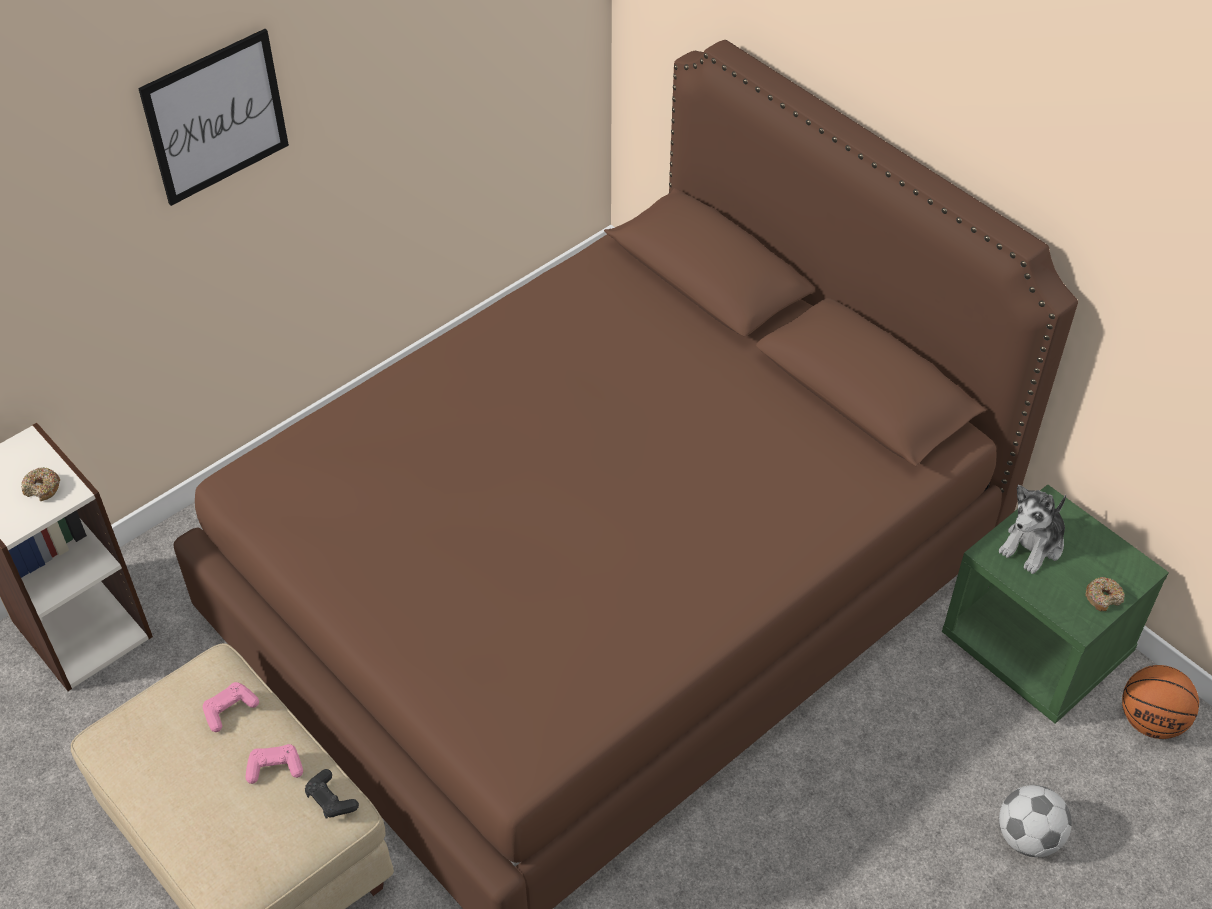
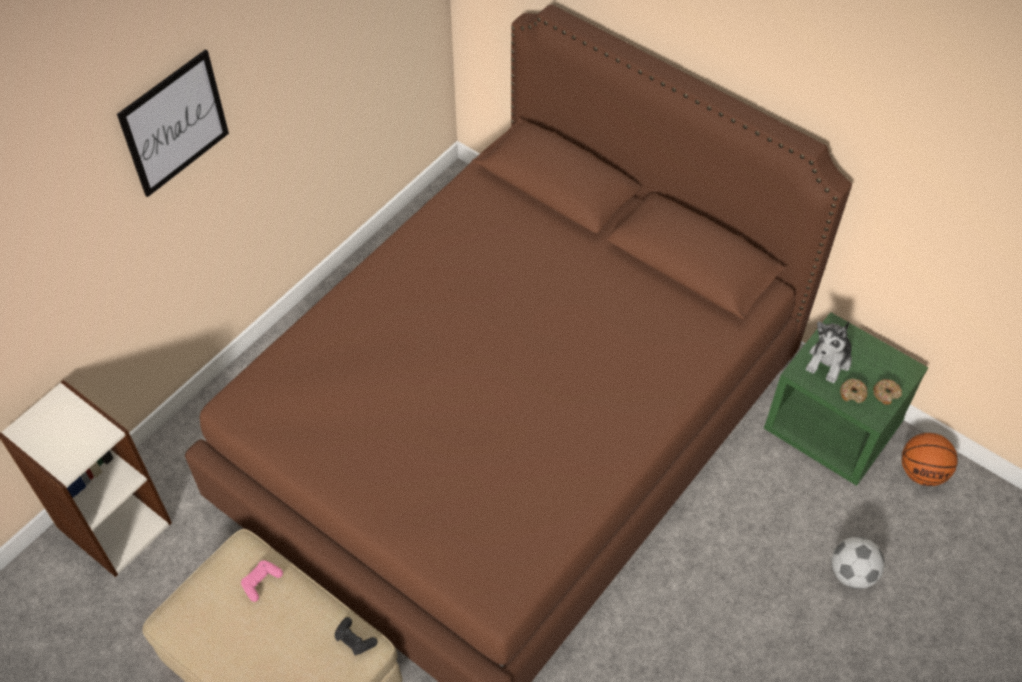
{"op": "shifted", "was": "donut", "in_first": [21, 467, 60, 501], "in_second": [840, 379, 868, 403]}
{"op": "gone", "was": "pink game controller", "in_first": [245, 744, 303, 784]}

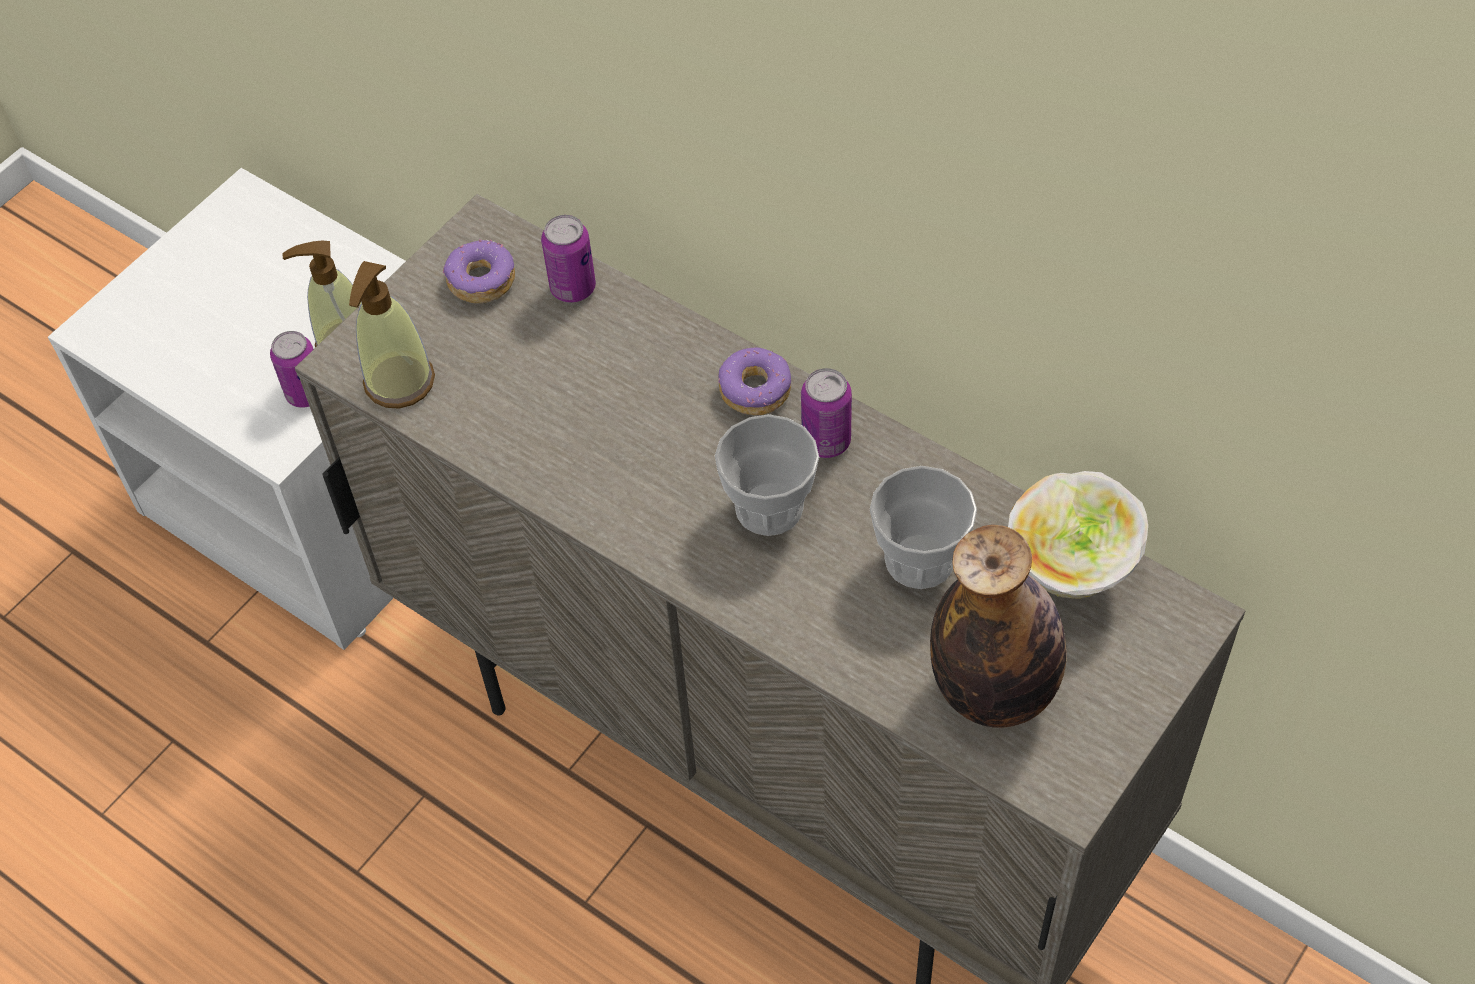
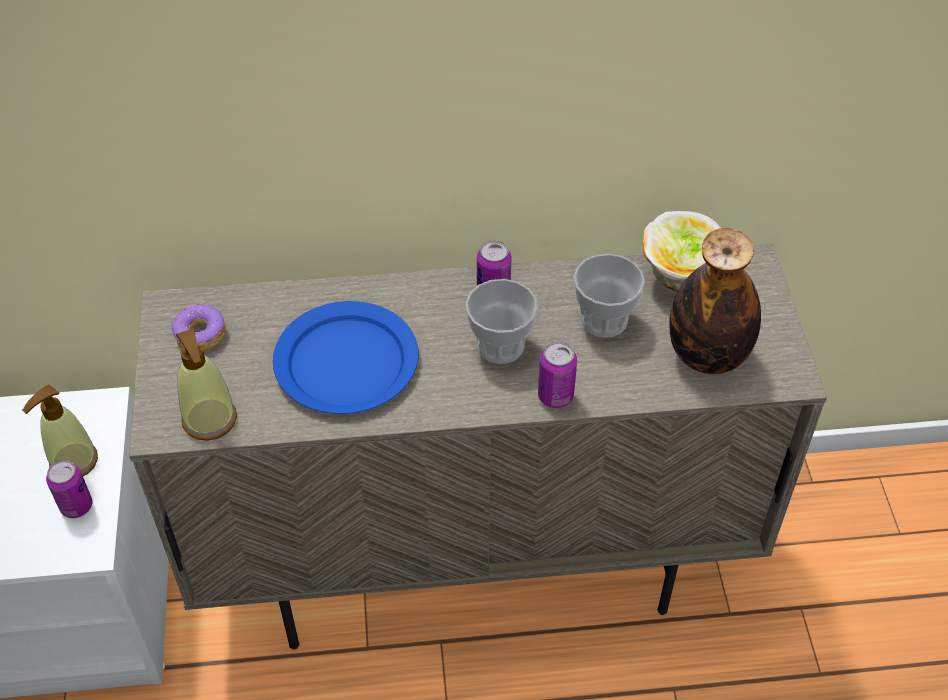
{"op": "shifted", "was": "can", "in_first": [541, 215, 596, 303], "in_second": [538, 342, 577, 408]}
{"op": "gone", "was": "donut", "in_first": [718, 347, 791, 415]}
{"op": "new", "now": "blue plate", "in_second": [273, 301, 419, 414]}

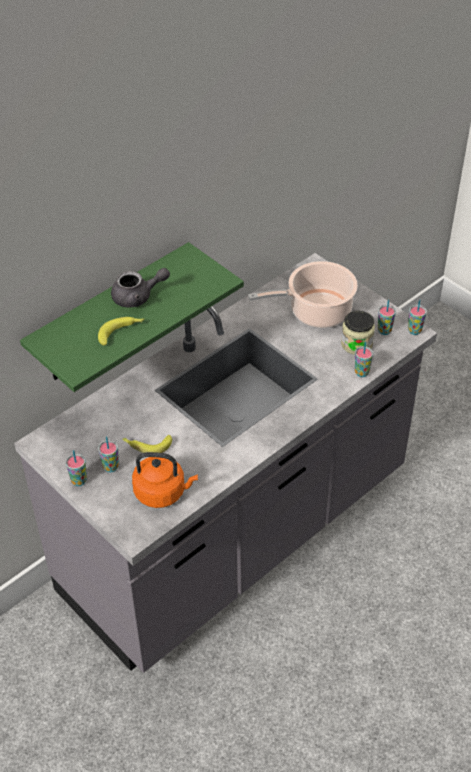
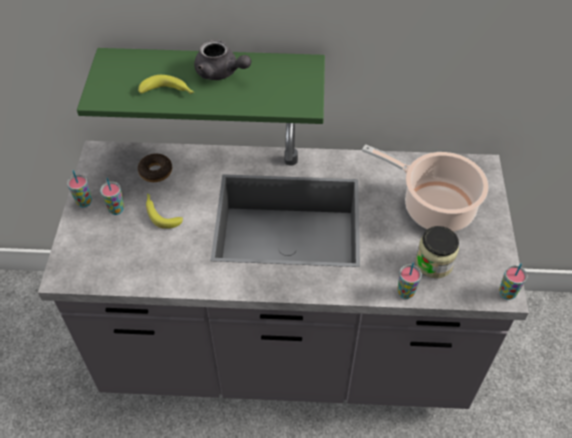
{"op": "gone", "was": "cup", "in_first": [378, 300, 396, 335]}
{"op": "gone", "was": "orange kettle", "in_first": [132, 452, 198, 508]}
{"op": "new", "now": "donut", "in_second": [138, 154, 172, 182]}

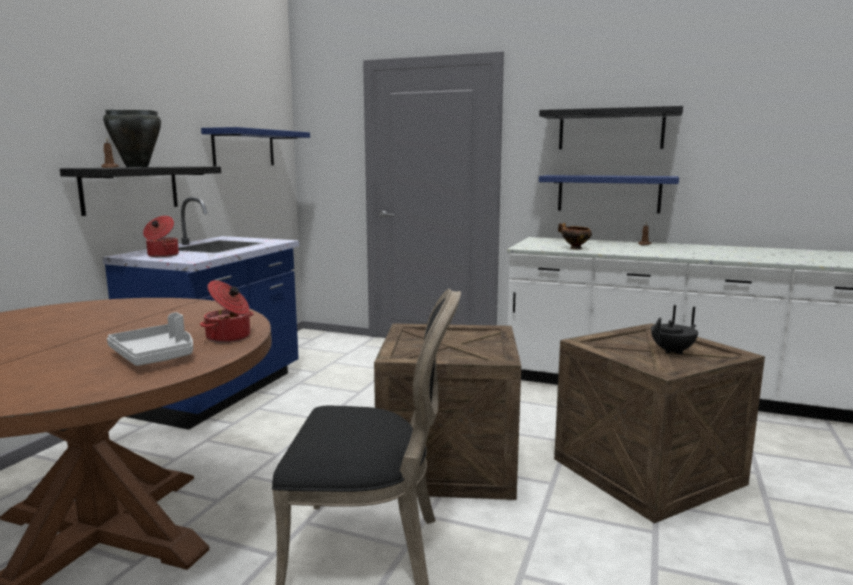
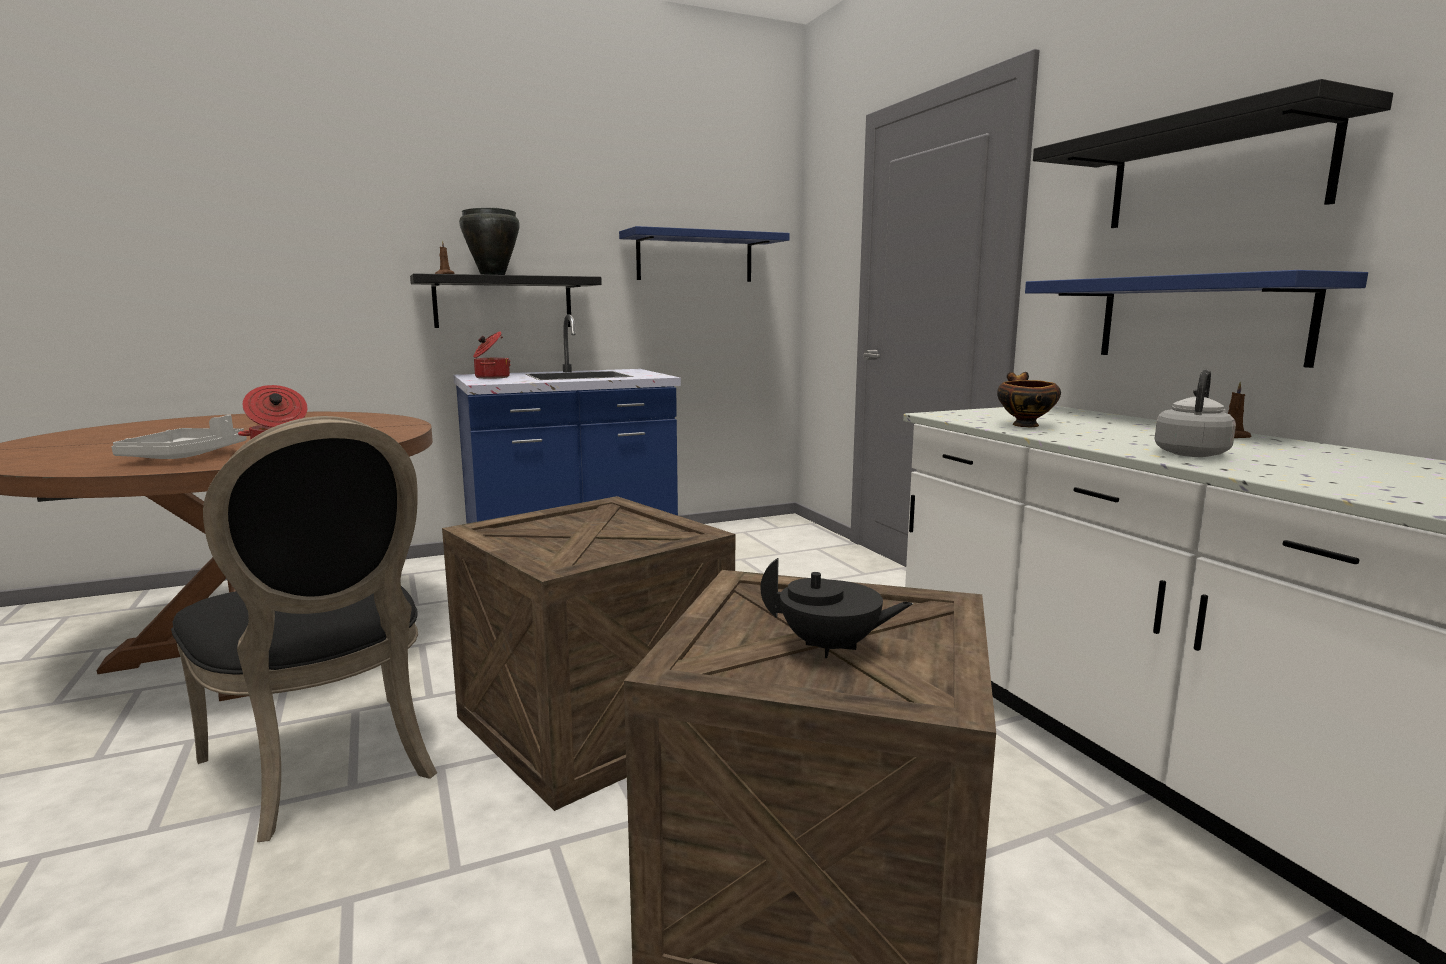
{"op": "new", "now": "grey kettle", "in_second": [1155, 370, 1236, 457]}

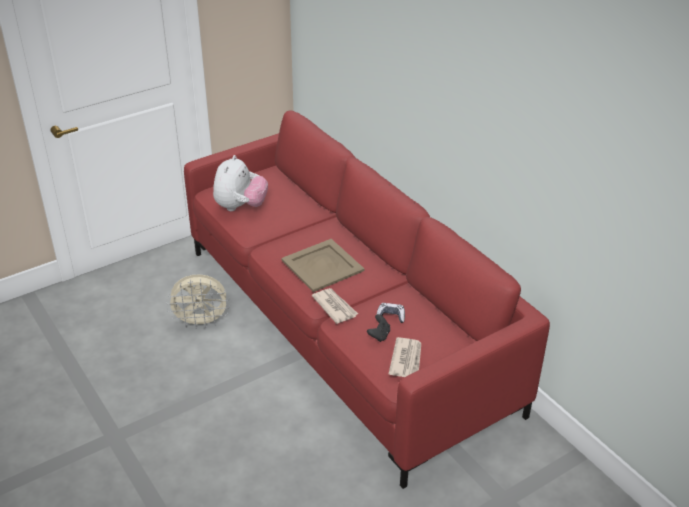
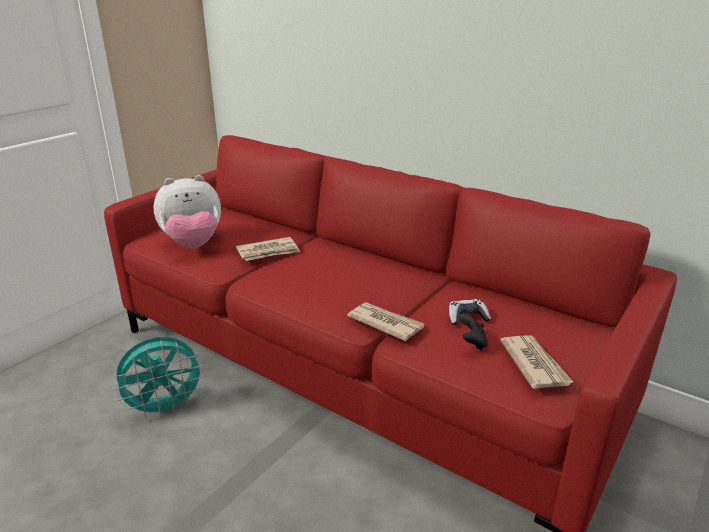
{"op": "rotated", "was": "plush toy", "in_first": [213, 155, 268, 211], "in_second": [153, 175, 221, 248], "clockwise": 75}
{"op": "gone", "was": "beige tray", "in_first": [281, 239, 364, 292]}
{"op": "repainted", "was": "beige fan", "now": "turquoise fan", "in_first": [166, 274, 230, 329], "in_second": [112, 337, 206, 418]}
{"op": "new", "now": "newspaper", "in_second": [236, 237, 300, 261]}

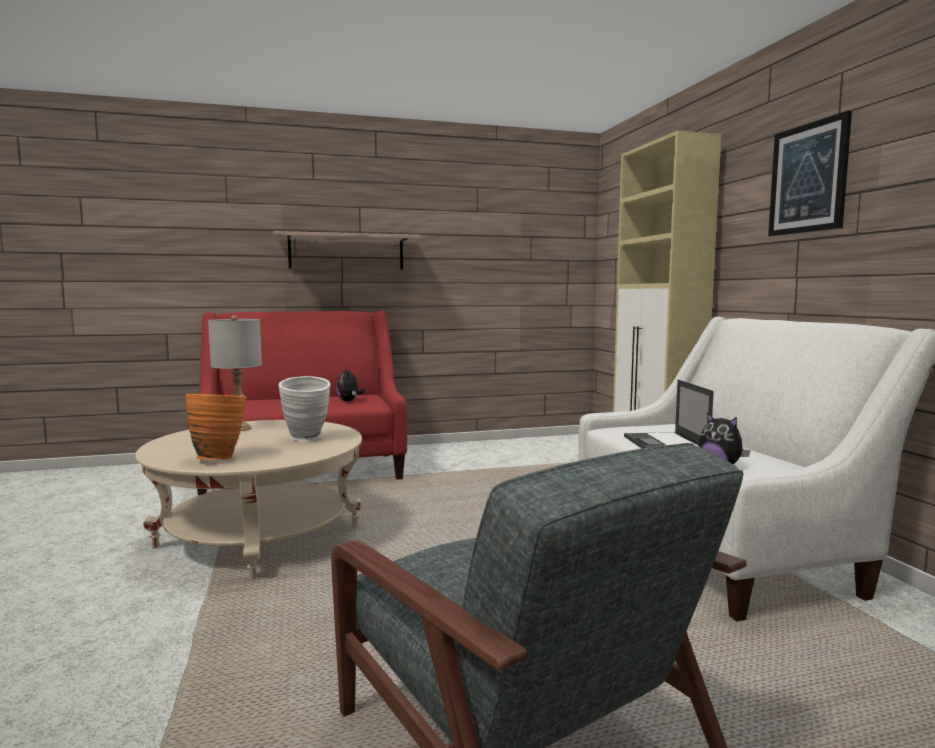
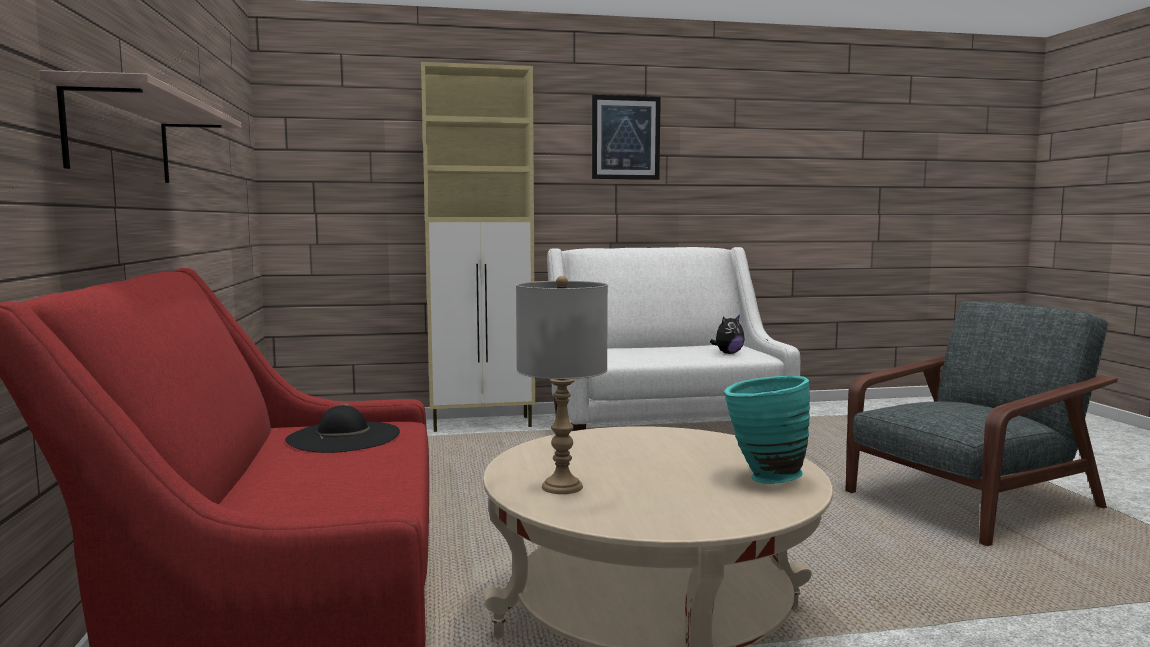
{"op": "swapped", "was": "plush toy", "now": "black hat", "in_first": [336, 367, 365, 401], "in_second": [285, 405, 400, 453]}
{"op": "gone", "was": "white vase", "in_first": [279, 376, 331, 442]}
{"op": "gone", "was": "laptop", "in_first": [624, 380, 714, 448]}
{"op": "repainted", "was": "orange vase", "now": "turquoise vase", "in_first": [186, 394, 246, 460], "in_second": [724, 376, 810, 484]}

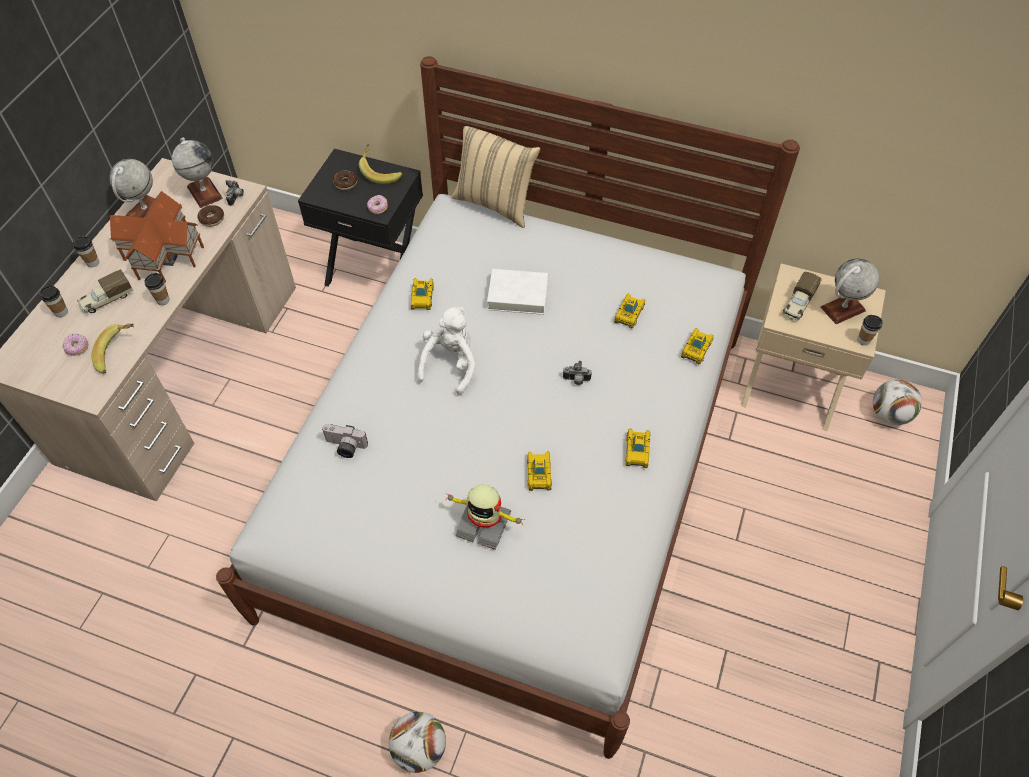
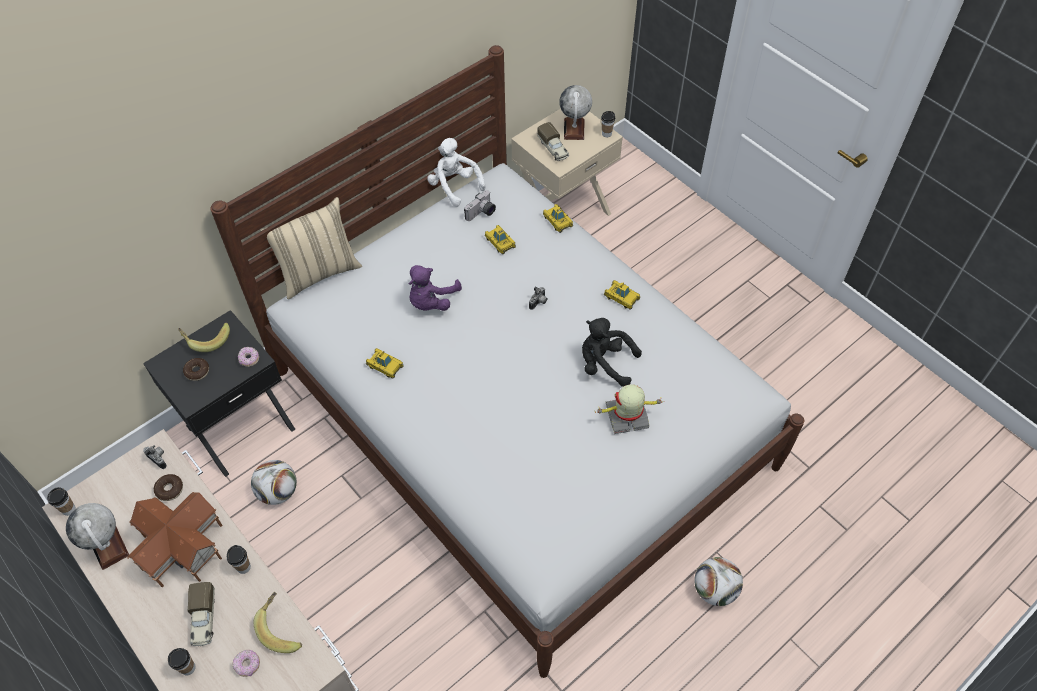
{"op": "gone", "was": "globe", "in_first": [172, 137, 223, 208]}
{"op": "shifted", "was": "cup", "in_first": [72, 236, 99, 268], "in_second": [47, 487, 76, 516]}
{"op": "swapped", "was": "white book", "now": "purple plush toy", "in_first": [487, 269, 548, 315], "in_second": [409, 265, 462, 311]}
{"op": "shifted", "was": "white plush toy", "in_first": [417, 307, 476, 396], "in_second": [427, 138, 485, 207]}
{"op": "shifted", "was": "football", "in_first": [873, 380, 922, 425], "in_second": [251, 460, 297, 505]}
{"op": "shifted", "was": "photo camera", "in_first": [321, 424, 368, 458], "in_second": [464, 190, 496, 221]}
{"op": "swapped", "was": "toy car", "now": "black plush toy", "in_first": [527, 451, 552, 491], "in_second": [582, 318, 642, 387]}
{"op": "rotated", "was": "toy robot", "in_first": [445, 484, 525, 550], "in_second": [595, 384, 665, 434], "clockwise": -150}

